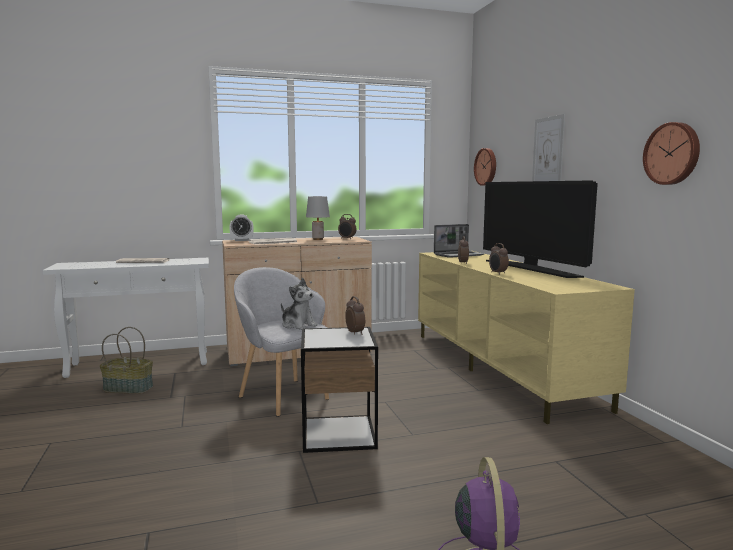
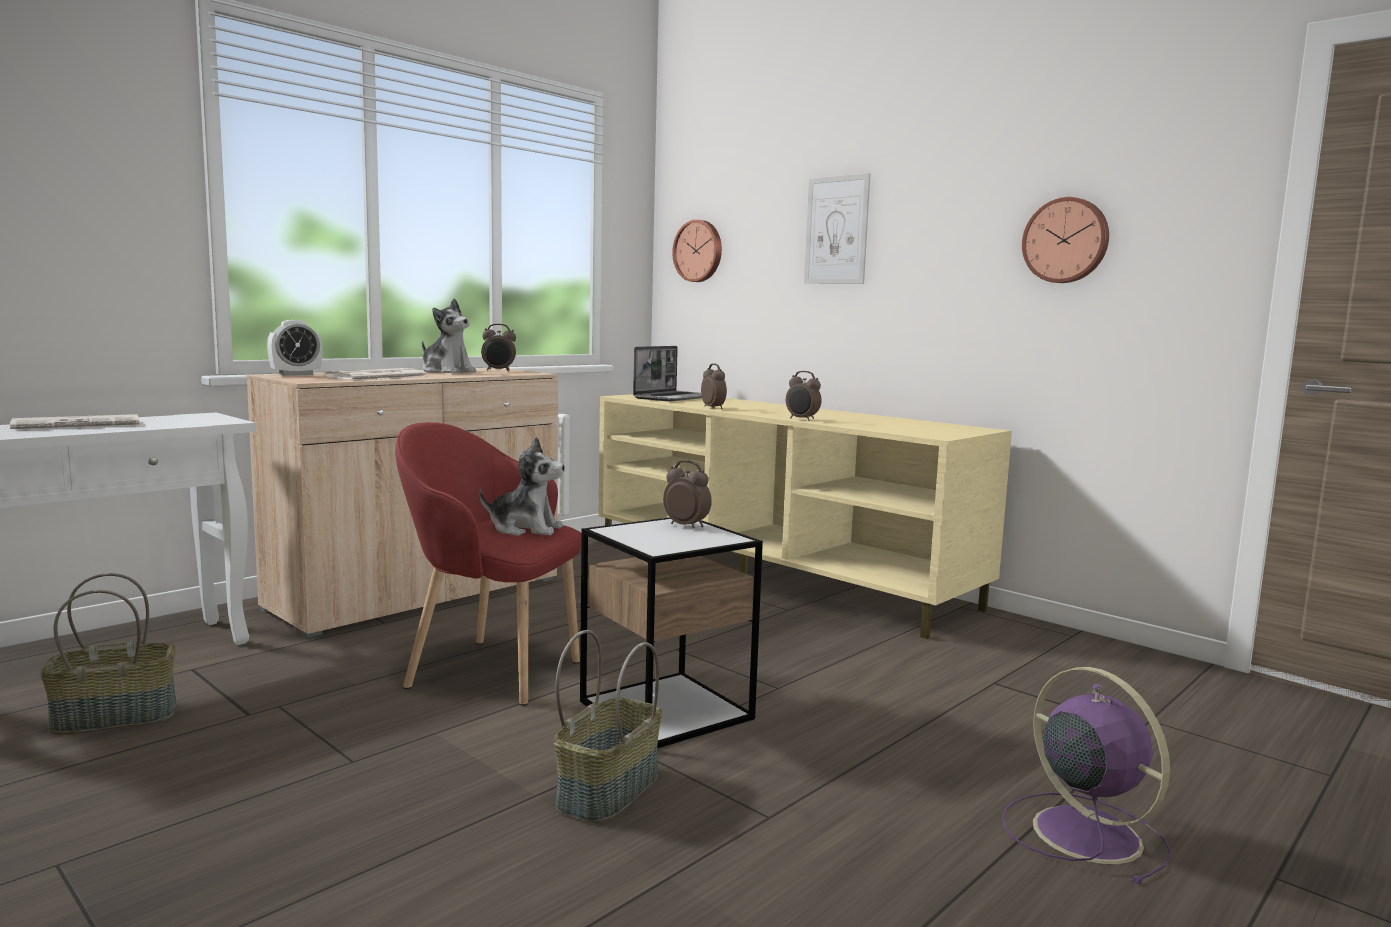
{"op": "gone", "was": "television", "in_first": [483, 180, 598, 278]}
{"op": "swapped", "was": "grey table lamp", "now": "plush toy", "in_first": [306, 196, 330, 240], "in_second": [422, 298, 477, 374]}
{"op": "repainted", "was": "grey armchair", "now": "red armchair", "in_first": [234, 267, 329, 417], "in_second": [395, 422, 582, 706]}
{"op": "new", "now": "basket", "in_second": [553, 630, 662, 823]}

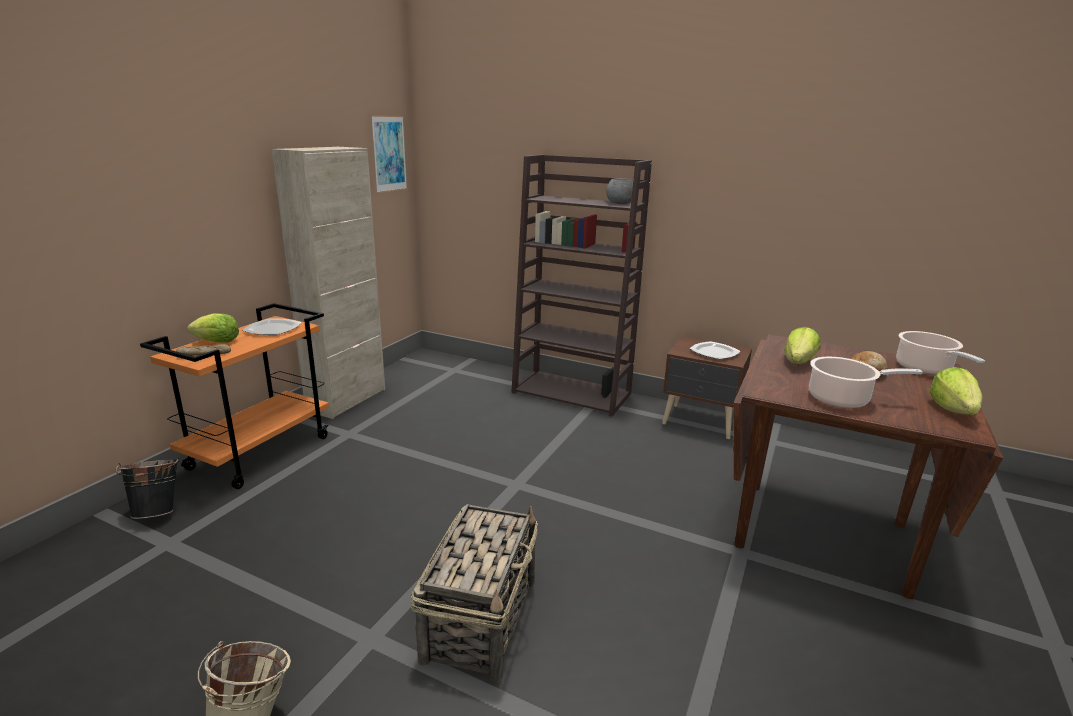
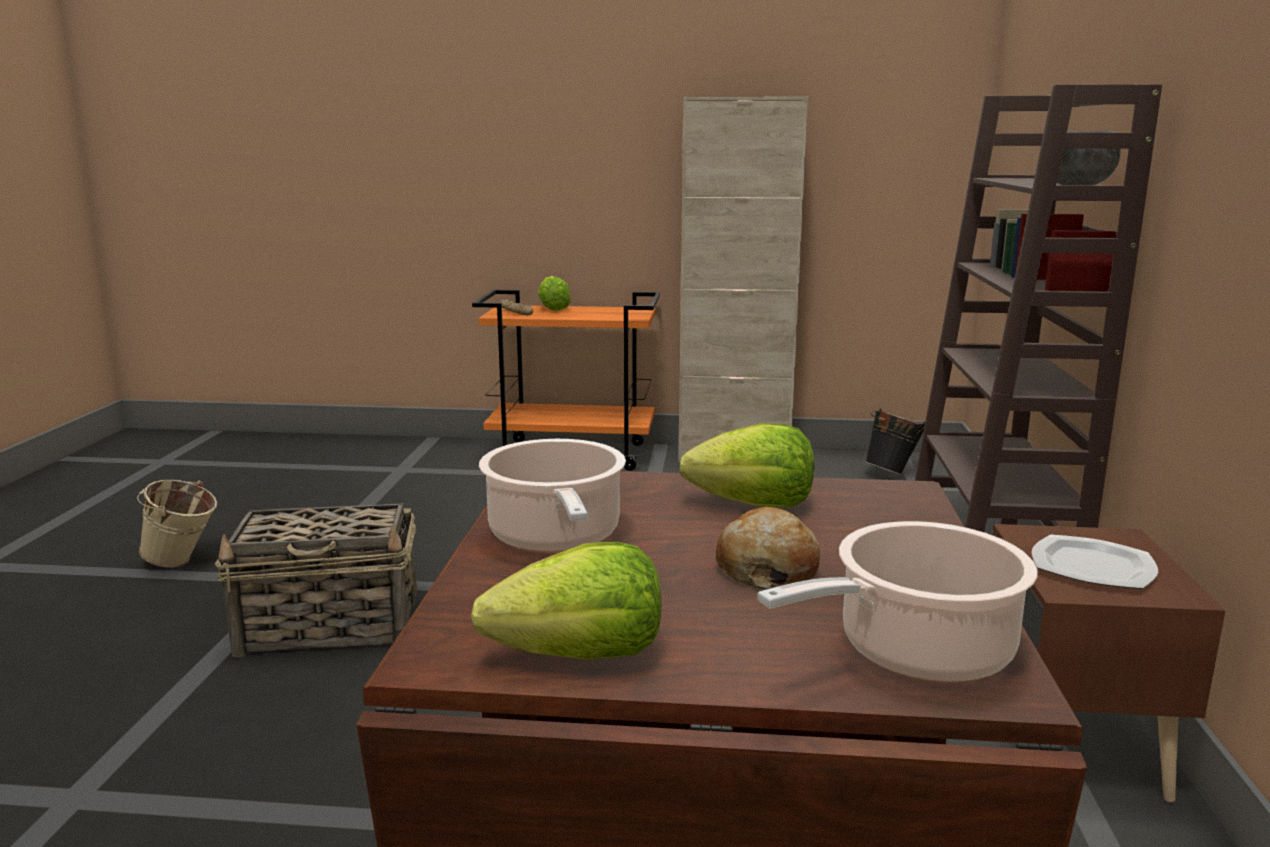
{"op": "gone", "was": "picture", "in_first": [371, 115, 407, 193]}
{"op": "gone", "was": "plate", "in_first": [242, 319, 301, 335]}
{"op": "shifted", "was": "black bucket", "in_first": [115, 458, 179, 519], "in_second": [865, 409, 925, 475]}

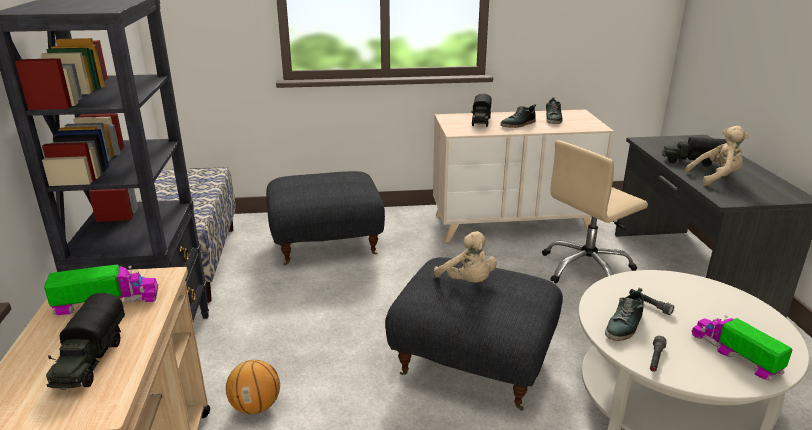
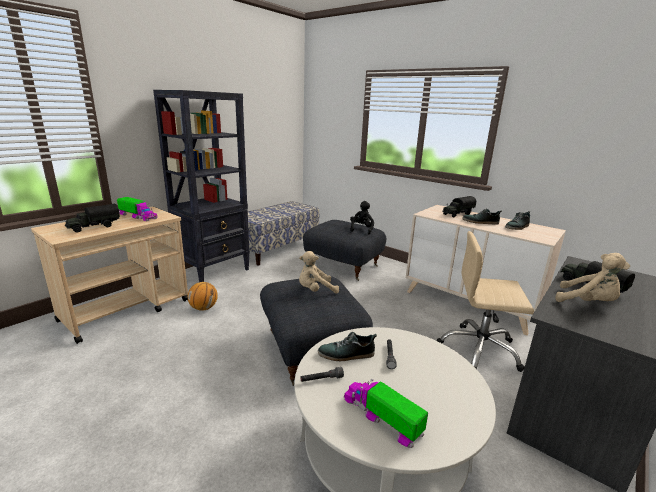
{"op": "rotated", "was": "beige plush toy", "in_first": [434, 231, 497, 282], "in_second": [299, 251, 339, 294], "clockwise": 60}
{"op": "rotated", "was": "toy truck", "in_first": [691, 315, 792, 381], "in_second": [344, 379, 428, 448], "clockwise": -60}
{"op": "new", "now": "black plush toy", "in_second": [350, 201, 374, 234]}

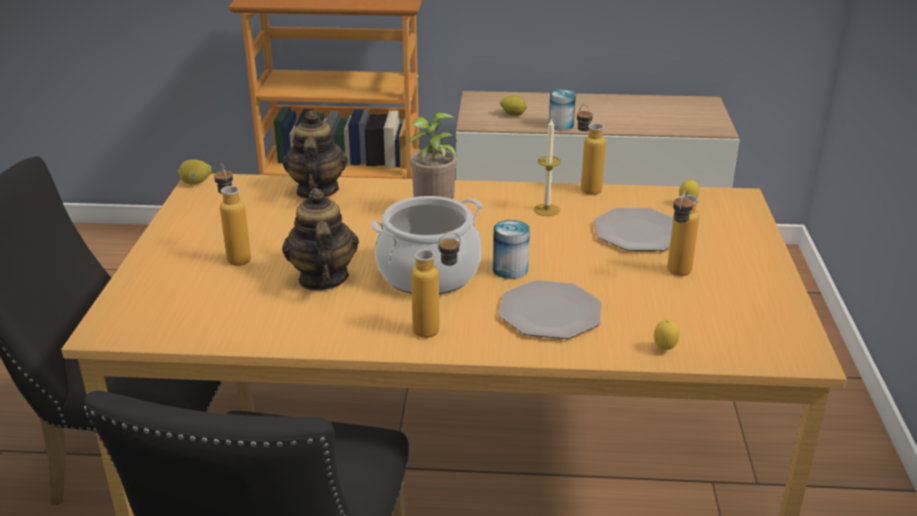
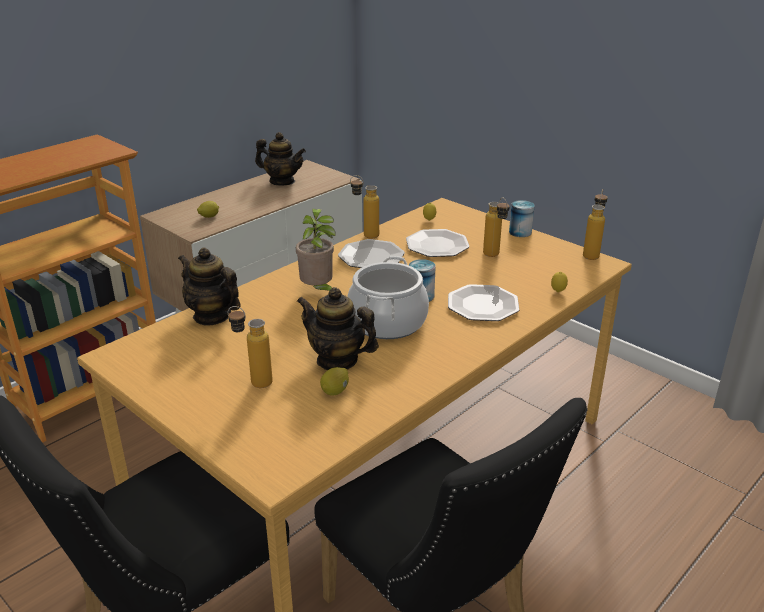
{"op": "shifted", "was": "can", "in_first": [549, 89, 576, 131], "in_second": [509, 200, 535, 237]}
{"op": "swapped", "was": "candle", "now": "plate", "in_first": [534, 118, 561, 216], "in_second": [338, 239, 405, 268]}
{"op": "shifted", "was": "lemon", "in_first": [178, 159, 212, 185], "in_second": [320, 367, 349, 396]}
{"op": "shifted", "was": "bottle", "in_first": [411, 232, 461, 338], "in_second": [583, 189, 608, 260]}
{"op": "new", "now": "teapot", "in_second": [255, 132, 306, 186]}

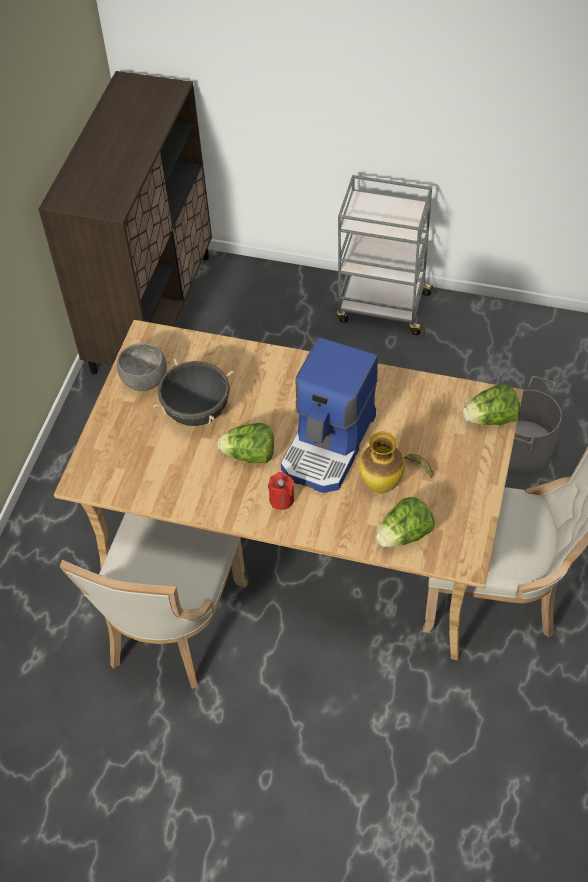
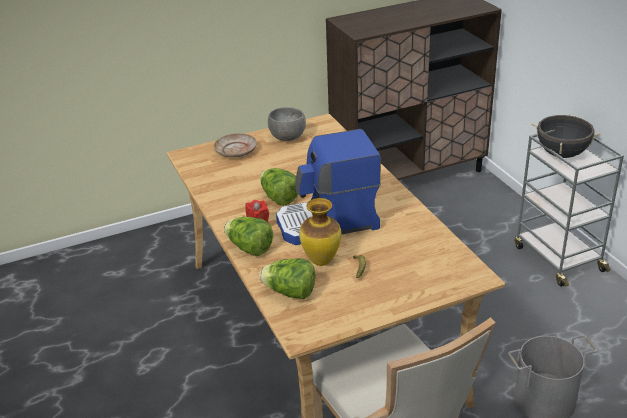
{"op": "shifted", "was": "black cooking pot", "in_first": [153, 359, 234, 426], "in_second": [531, 114, 601, 158]}
{"op": "shifted", "was": "lettuce", "in_first": [463, 384, 521, 425], "in_second": [224, 217, 273, 256]}
{"op": "gone", "was": "beige chair", "in_first": [60, 513, 248, 689]}
{"op": "new", "now": "beige plate", "in_second": [214, 133, 257, 158]}

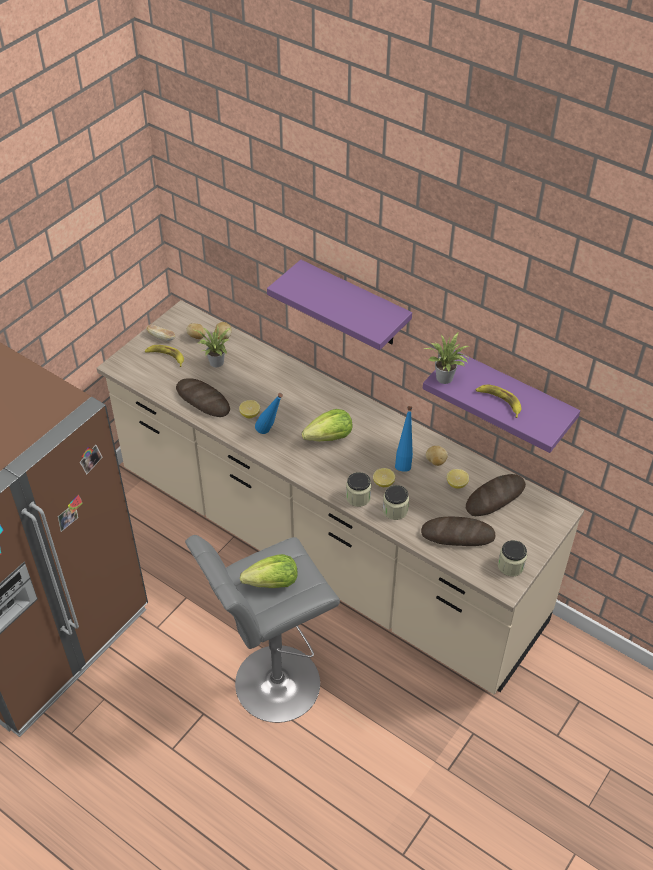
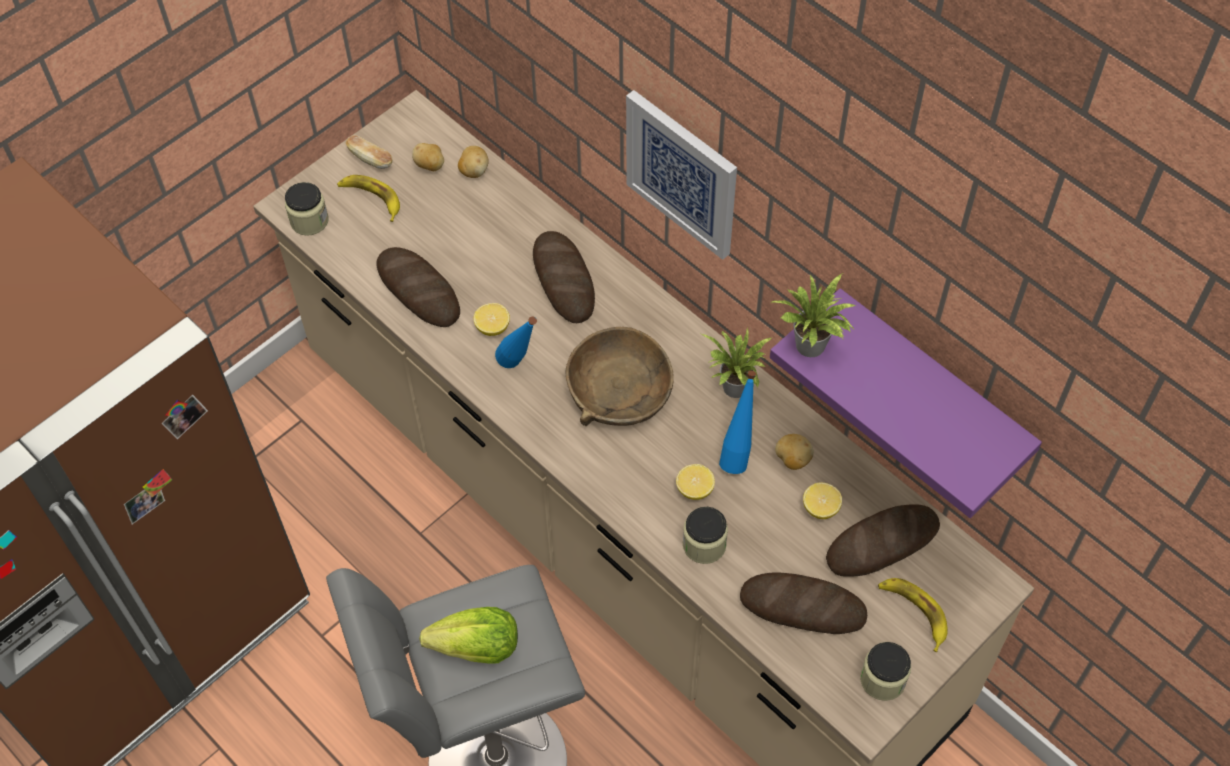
{"op": "swapped", "was": "purple shelf", "now": "picture", "in_first": [267, 260, 412, 350], "in_second": [626, 90, 737, 260]}
{"op": "shifted", "was": "potted plant", "in_first": [195, 325, 230, 367], "in_second": [701, 328, 771, 398]}
{"op": "shifted", "was": "banana", "in_first": [476, 385, 521, 418], "in_second": [878, 578, 948, 652]}
{"op": "swapped", "was": "lettuce", "now": "brown bowl", "in_first": [302, 409, 352, 442], "in_second": [566, 327, 674, 426]}
{"op": "shifted", "was": "jar", "in_first": [346, 472, 372, 507], "in_second": [285, 182, 329, 236]}
{"op": "new", "now": "bread", "in_second": [533, 231, 595, 323]}

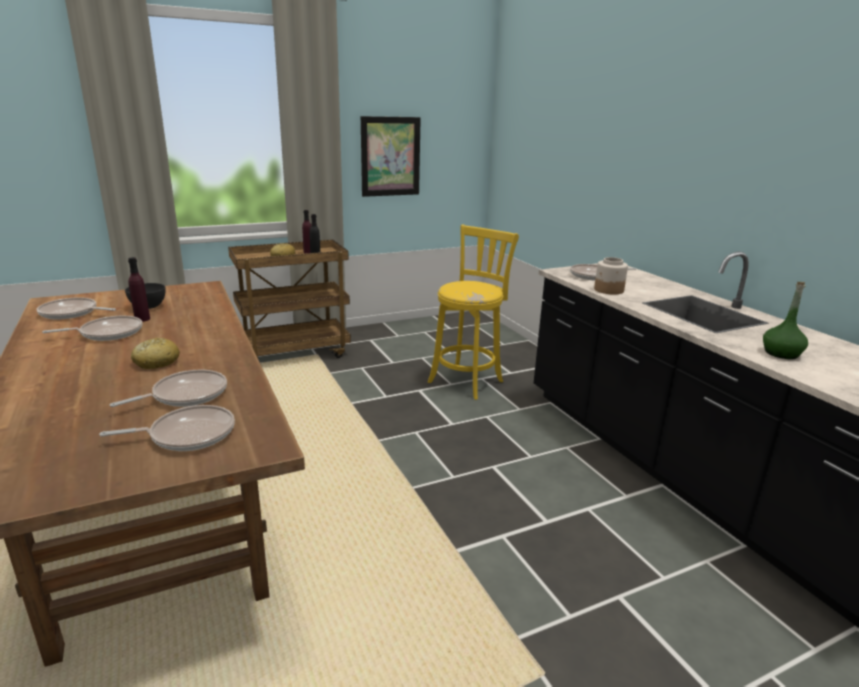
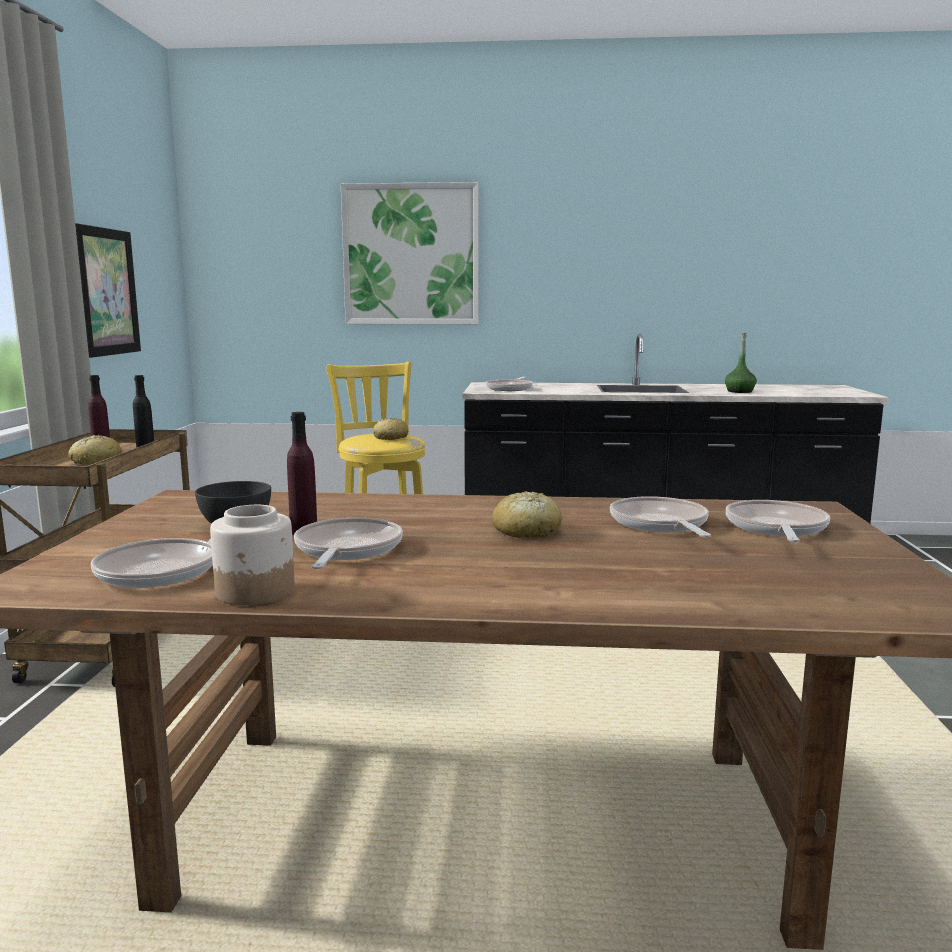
{"op": "shifted", "was": "jar", "in_first": [594, 257, 628, 294], "in_second": [210, 505, 295, 606]}
{"op": "new", "now": "picture", "in_second": [341, 182, 479, 324]}
{"op": "new", "now": "bread", "in_second": [373, 418, 408, 440]}

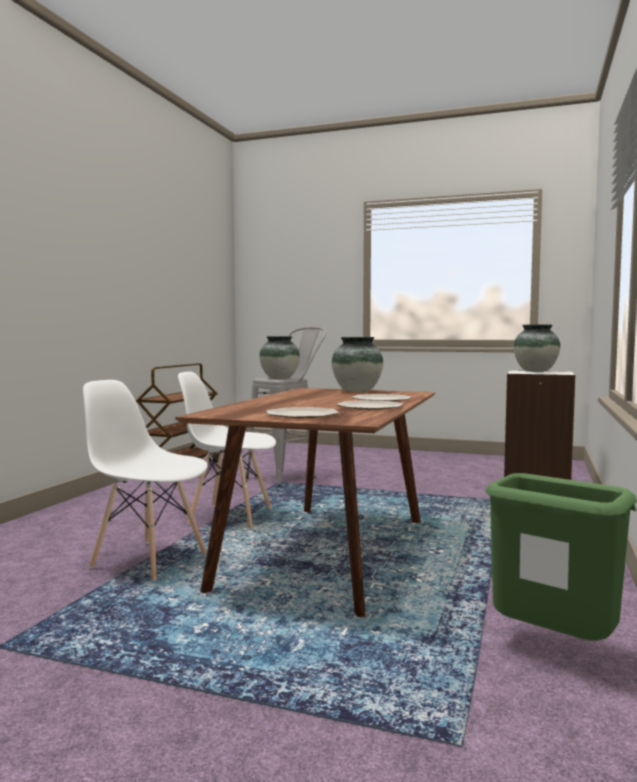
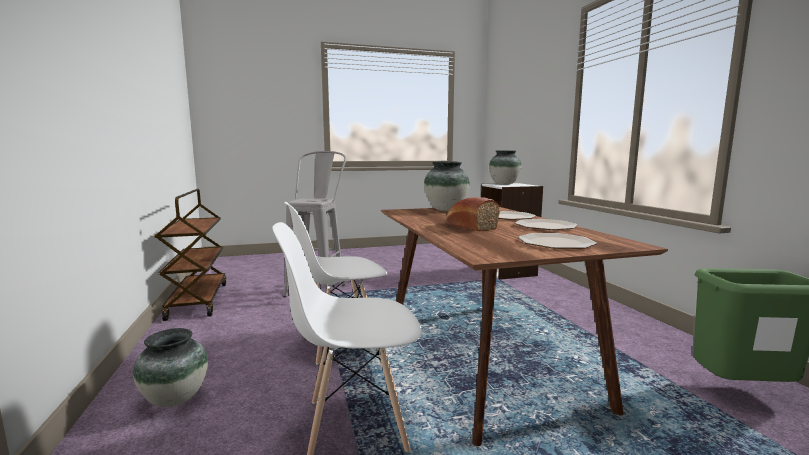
{"op": "shifted", "was": "vase", "in_first": [259, 336, 300, 379], "in_second": [133, 328, 208, 407]}
{"op": "new", "now": "bread", "in_second": [446, 197, 500, 231]}

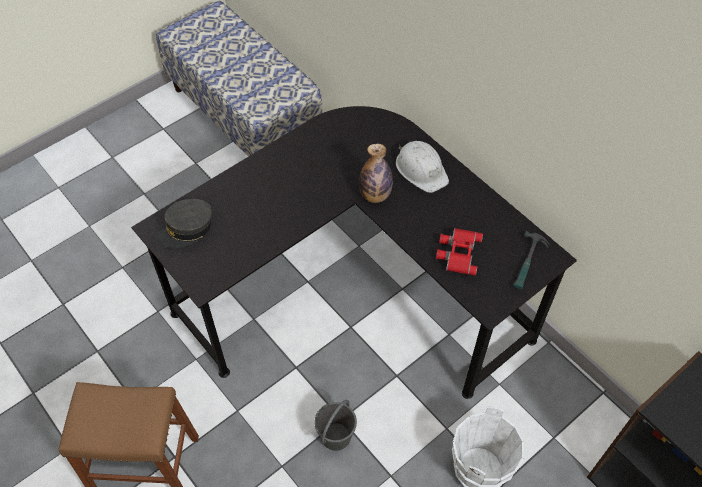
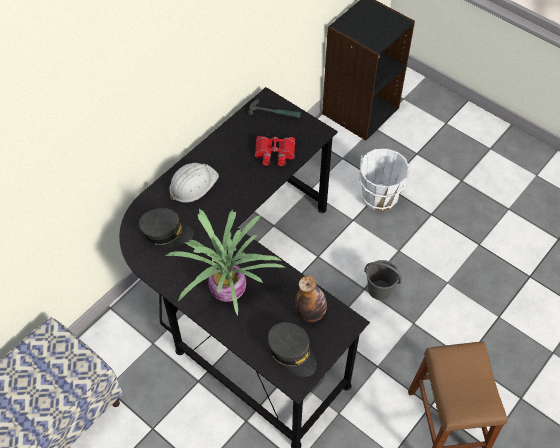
{"op": "shifted", "was": "bottle", "in_first": [359, 143, 393, 203], "in_second": [295, 276, 327, 322]}
{"op": "new", "now": "grey cap", "in_second": [139, 208, 194, 247]}
{"op": "new", "now": "potted plant", "in_second": [165, 209, 284, 316]}

